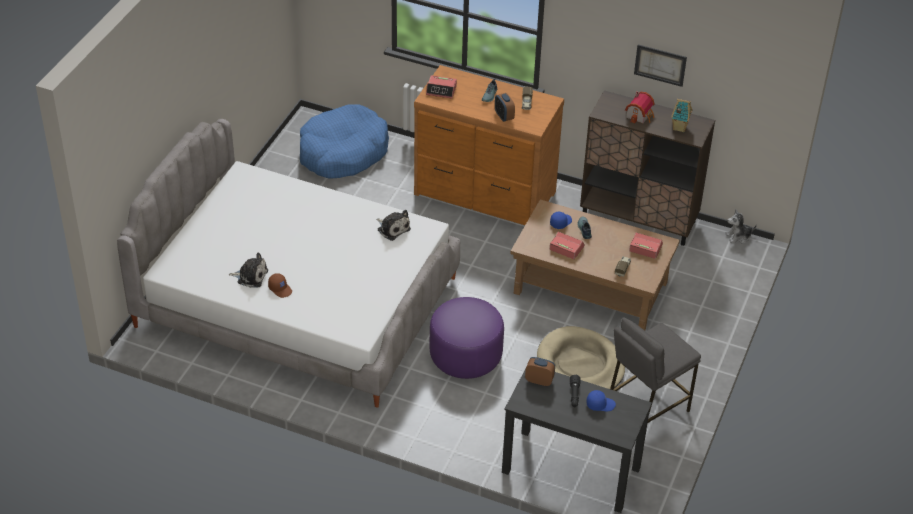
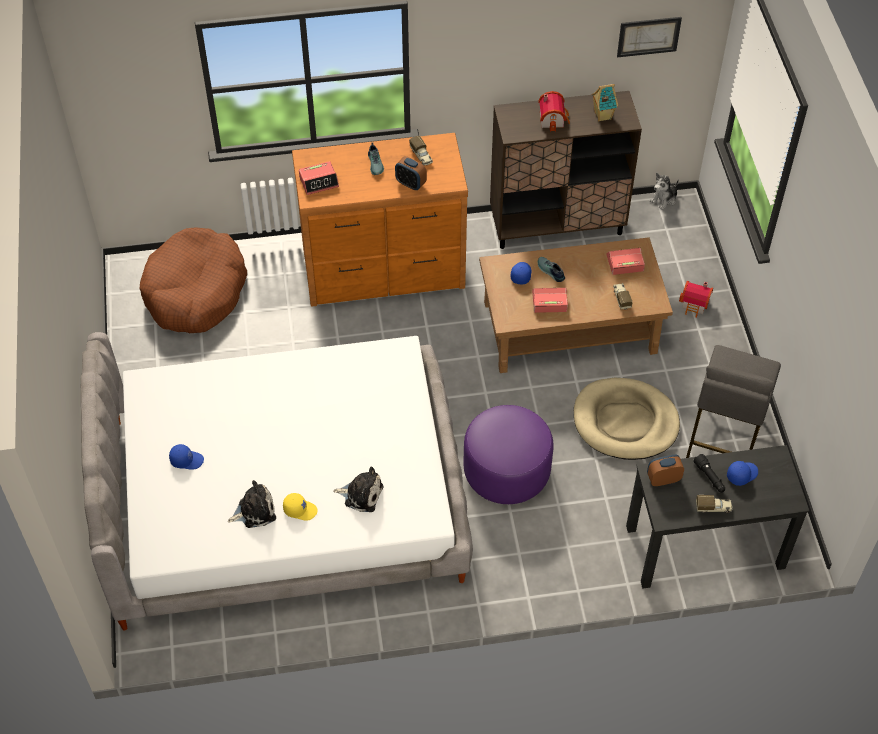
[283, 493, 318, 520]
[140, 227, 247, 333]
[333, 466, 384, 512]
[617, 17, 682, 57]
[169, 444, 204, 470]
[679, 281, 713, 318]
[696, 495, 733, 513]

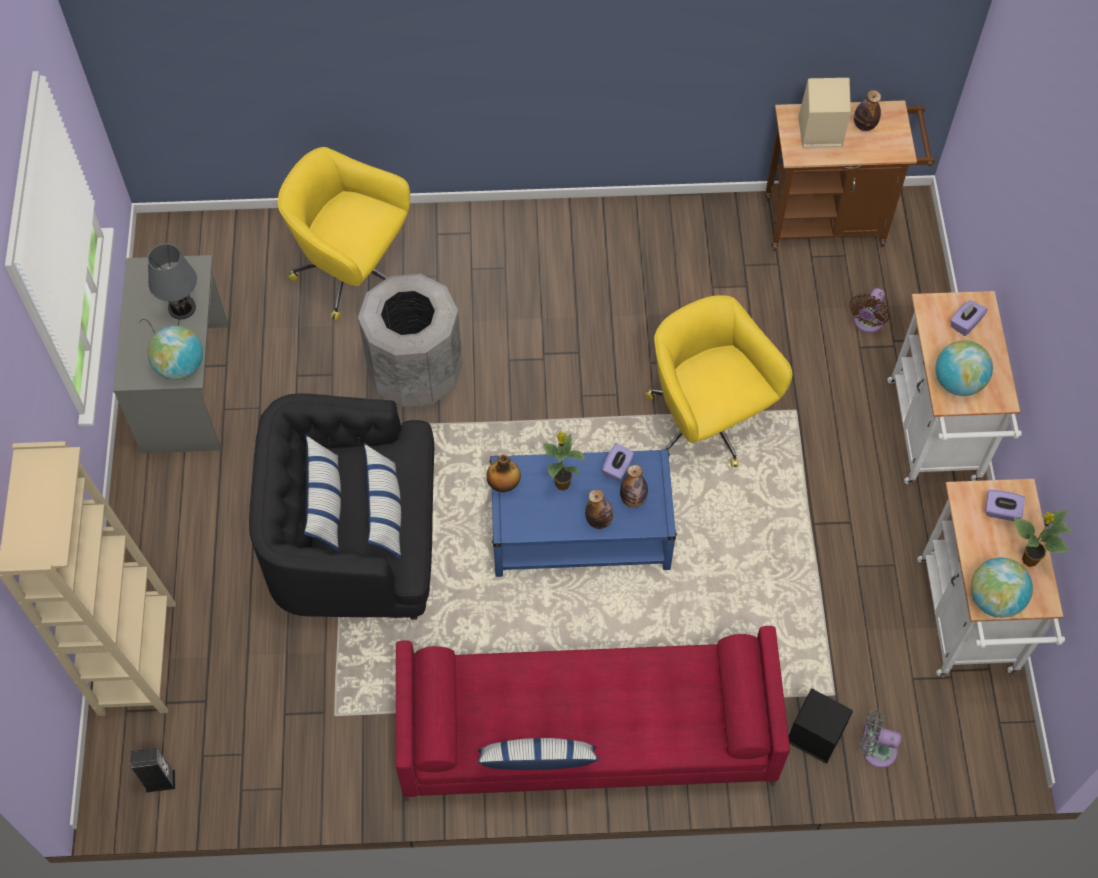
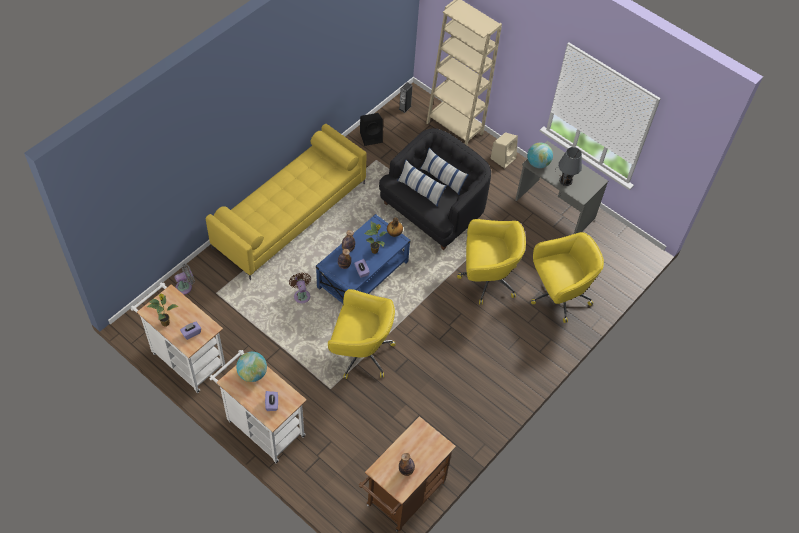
[457, 219, 526, 305]
[206, 124, 367, 280]
[477, 738, 599, 770] (first image)
[360, 113, 383, 146]
[490, 132, 518, 168]
[289, 273, 311, 303]
[971, 558, 1033, 618] (first image)

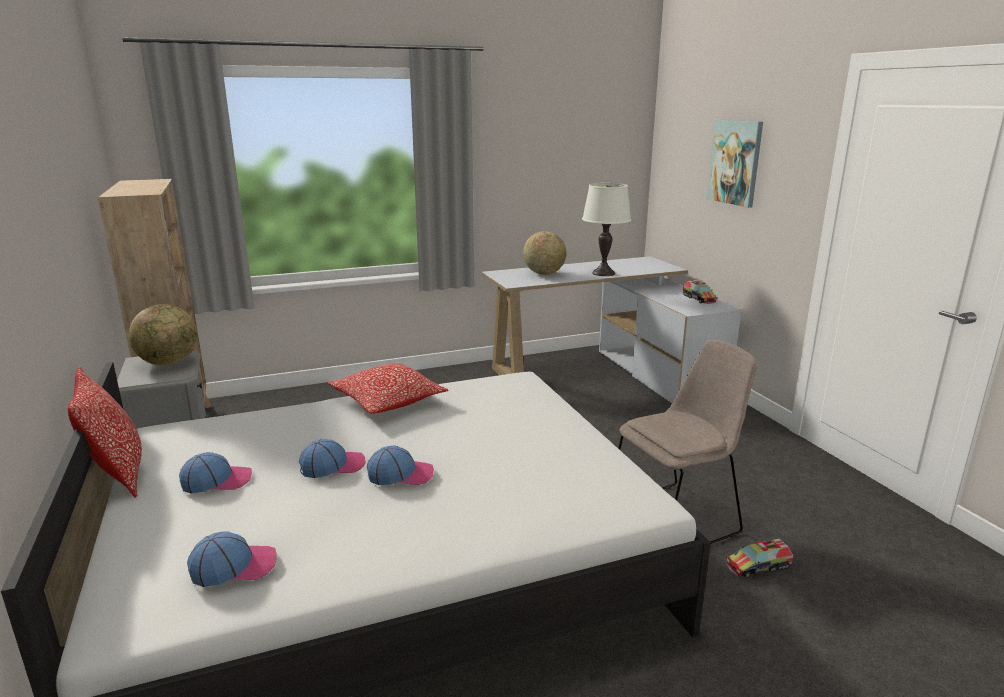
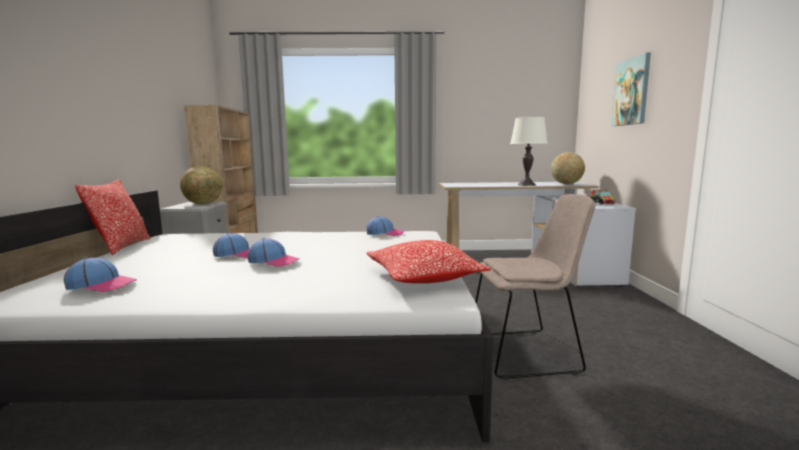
[366, 216, 404, 236]
[366, 240, 491, 283]
[551, 152, 585, 184]
[726, 538, 793, 578] (first image)

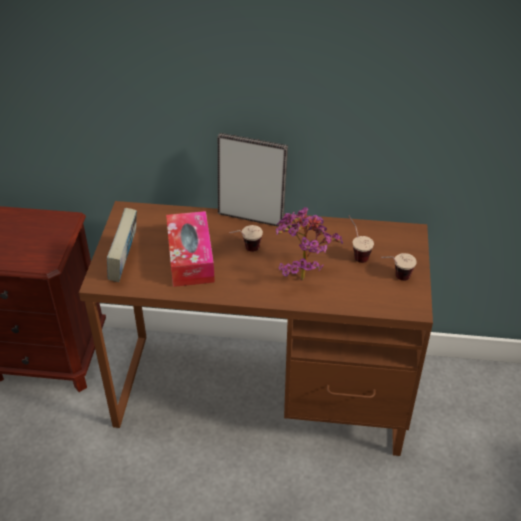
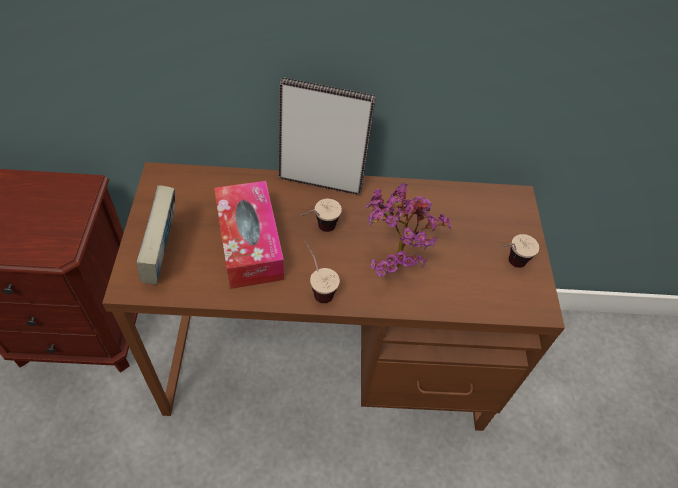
[304, 241, 340, 303]

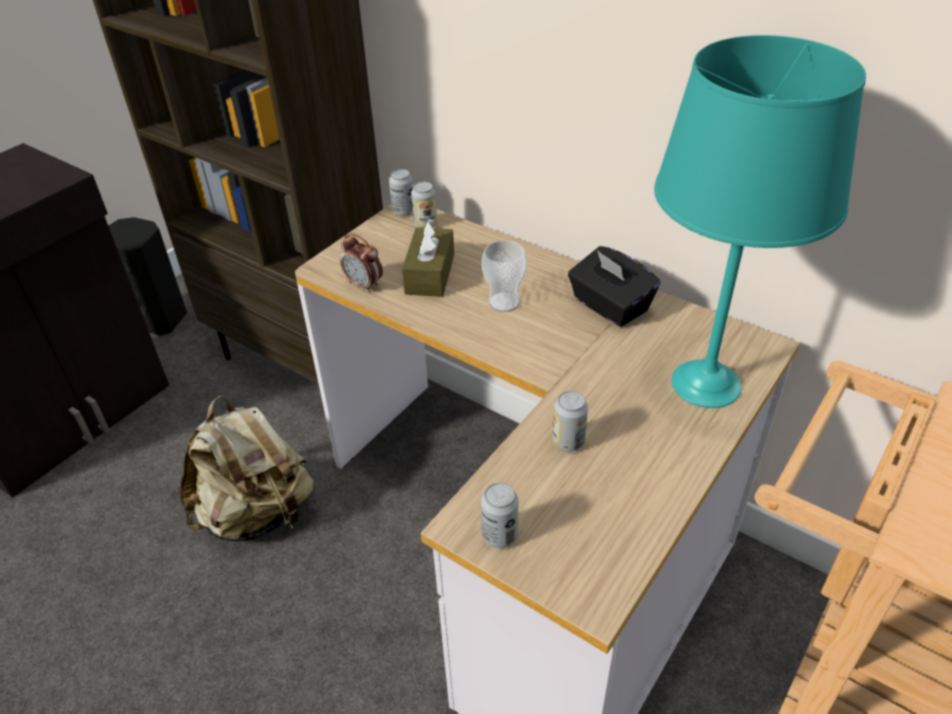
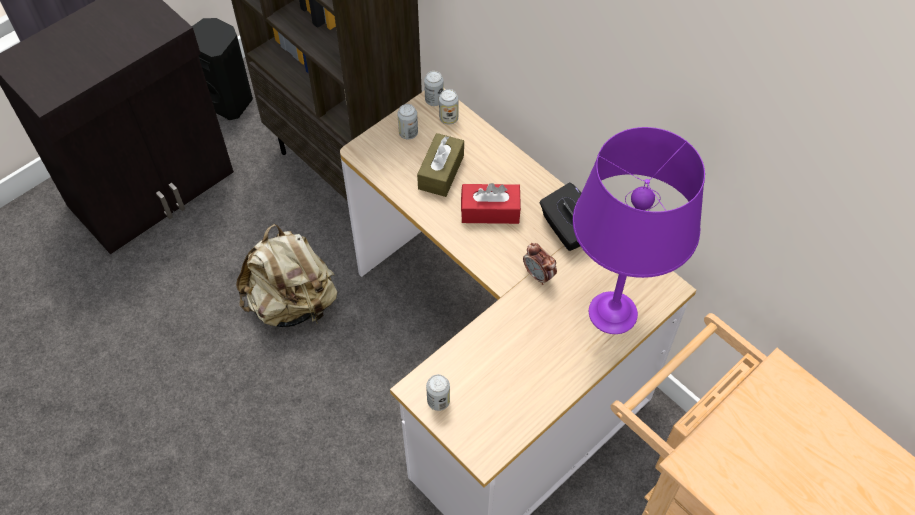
[523, 243, 557, 285]
[461, 183, 521, 224]
[397, 104, 418, 139]
[573, 127, 705, 334]

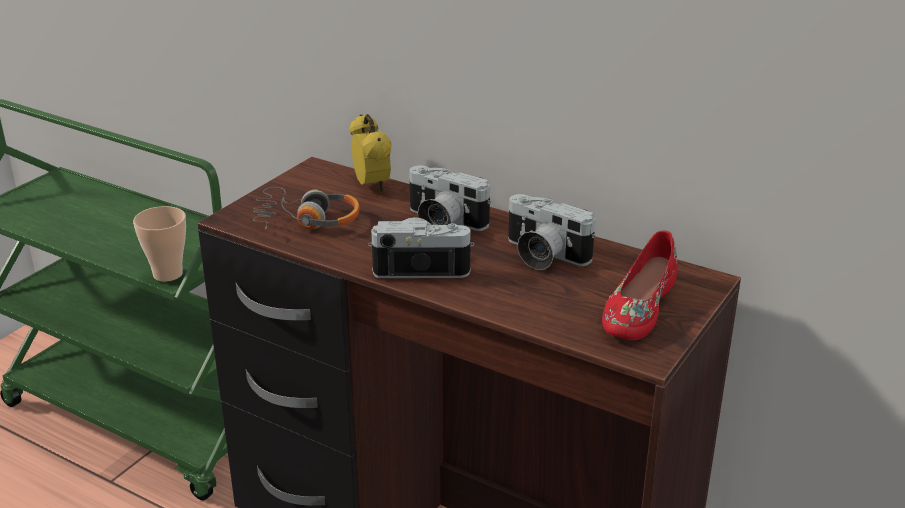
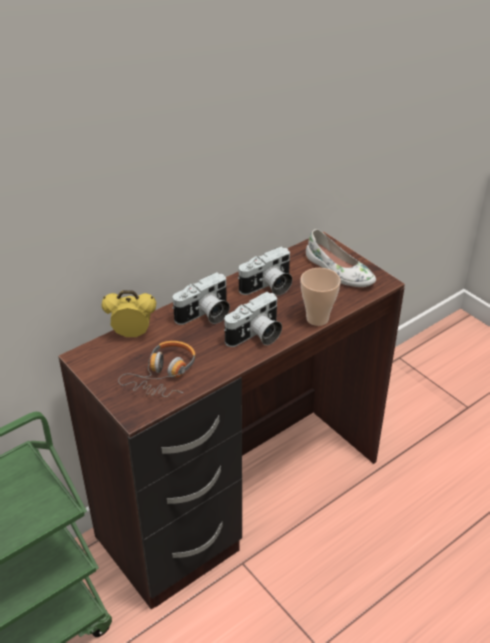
[301, 268, 341, 326]
[224, 292, 282, 347]
[306, 229, 376, 287]

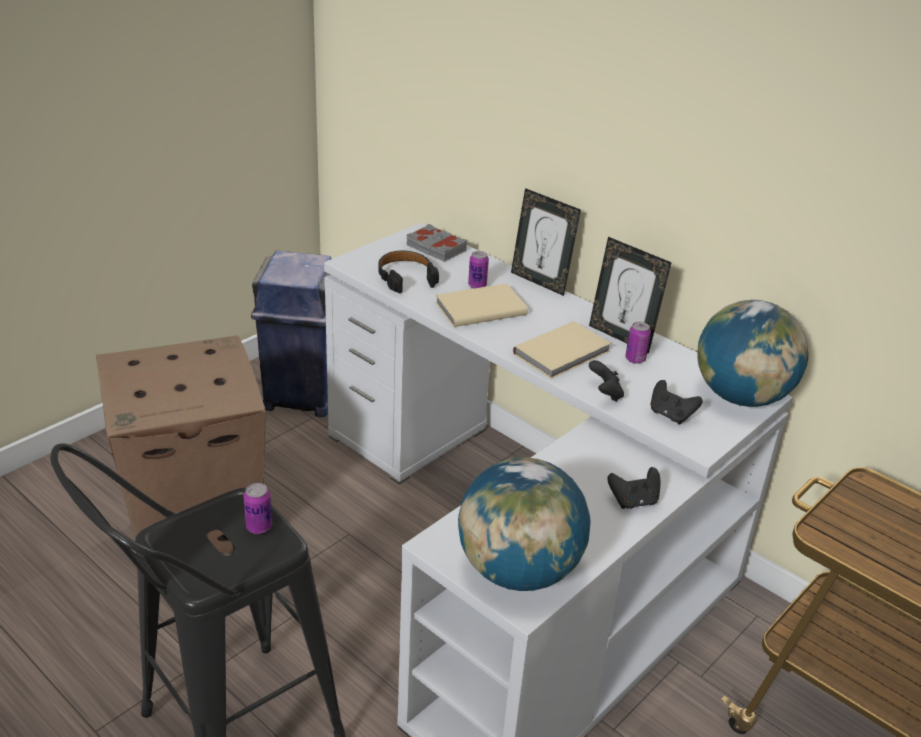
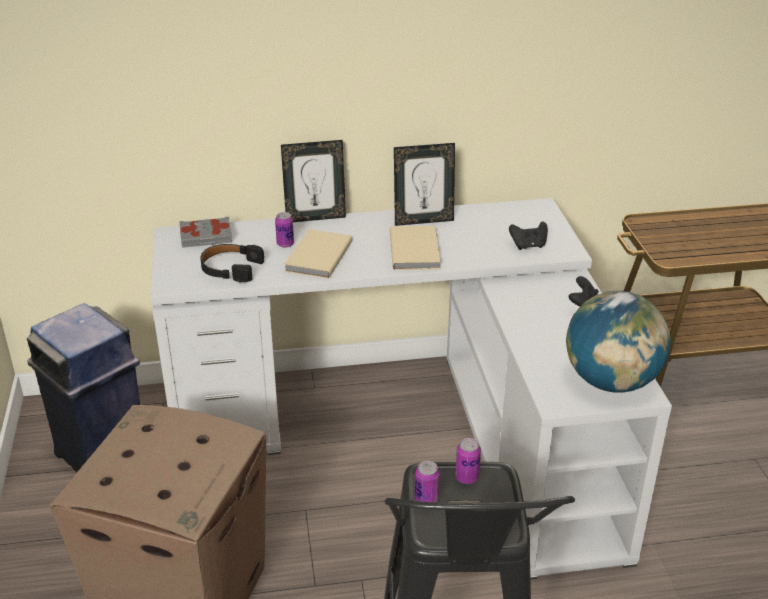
[589, 360, 624, 402] (first image)
[415, 461, 440, 502]
[698, 300, 808, 407] (first image)

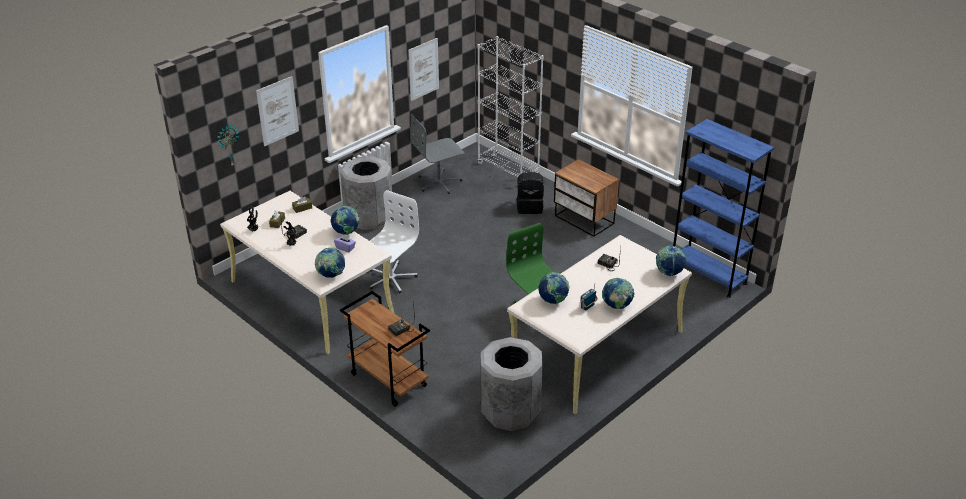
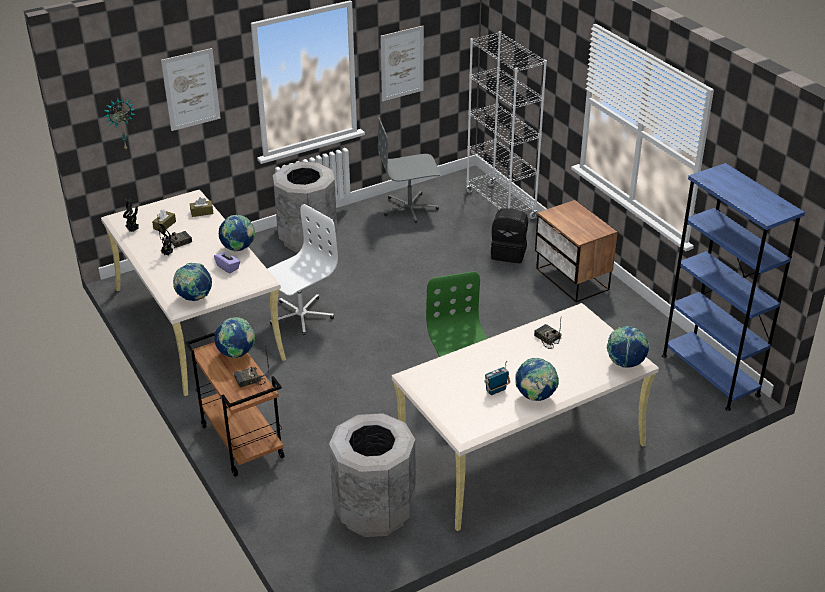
[214, 317, 255, 358]

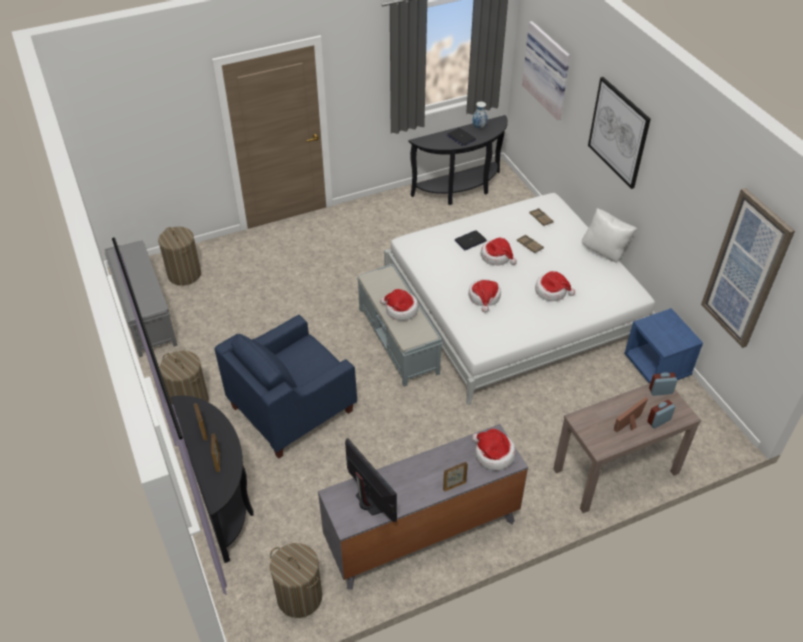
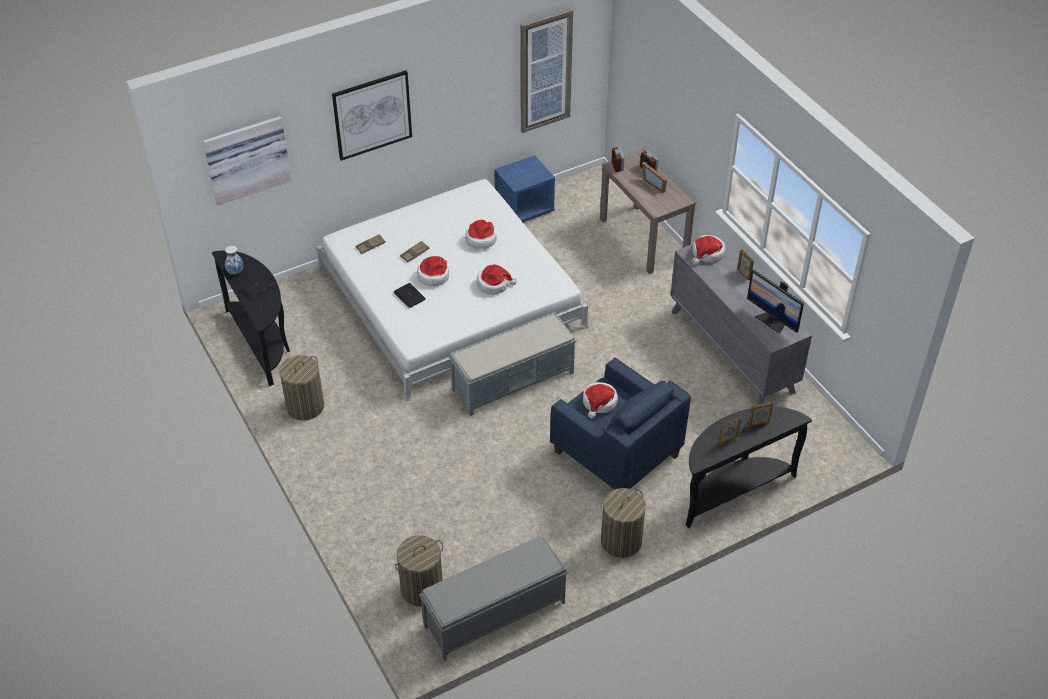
[279, 355, 324, 421]
[747, 270, 804, 334]
[583, 382, 618, 419]
[581, 208, 637, 263] (first image)

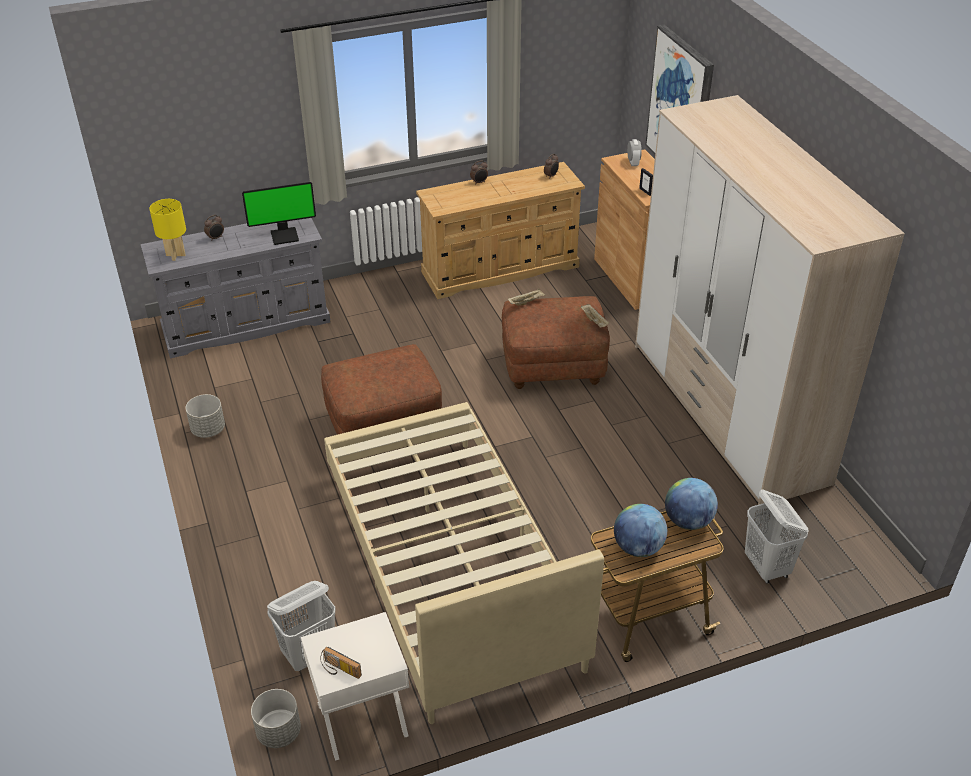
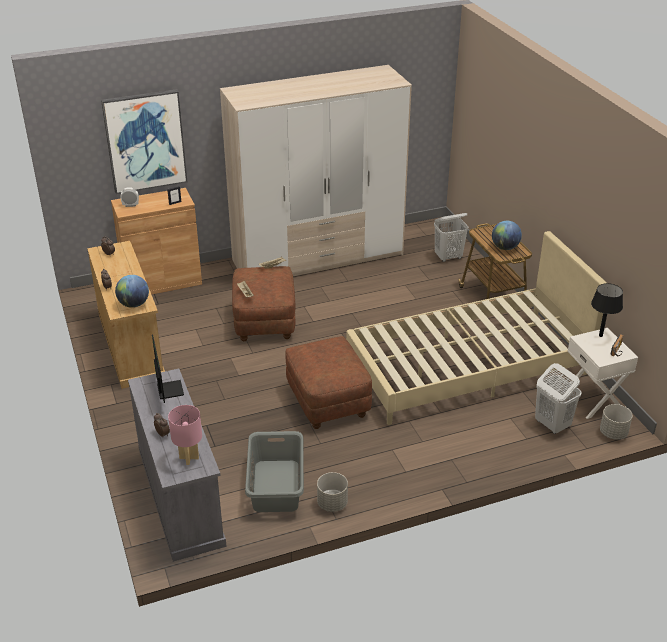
[168, 405, 202, 465]
[115, 275, 149, 308]
[245, 431, 304, 512]
[591, 283, 623, 337]

